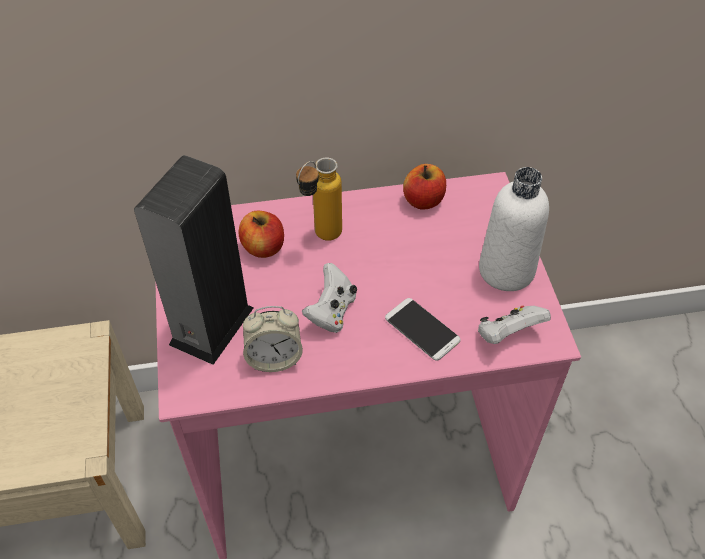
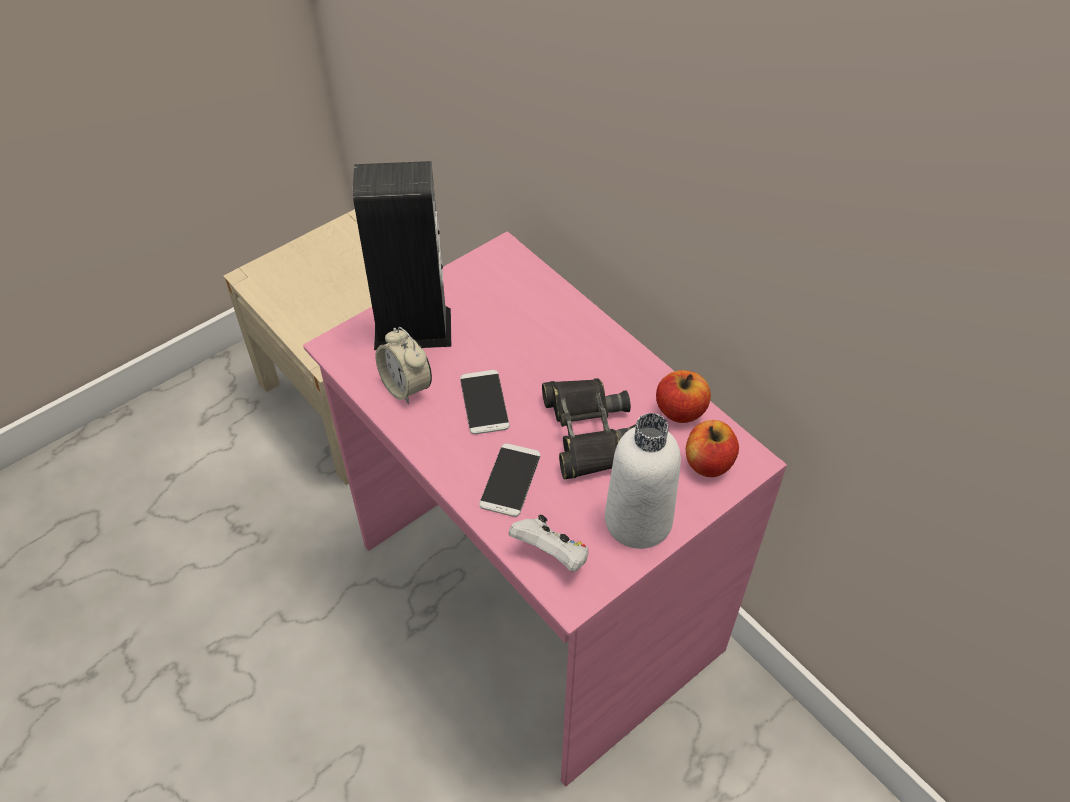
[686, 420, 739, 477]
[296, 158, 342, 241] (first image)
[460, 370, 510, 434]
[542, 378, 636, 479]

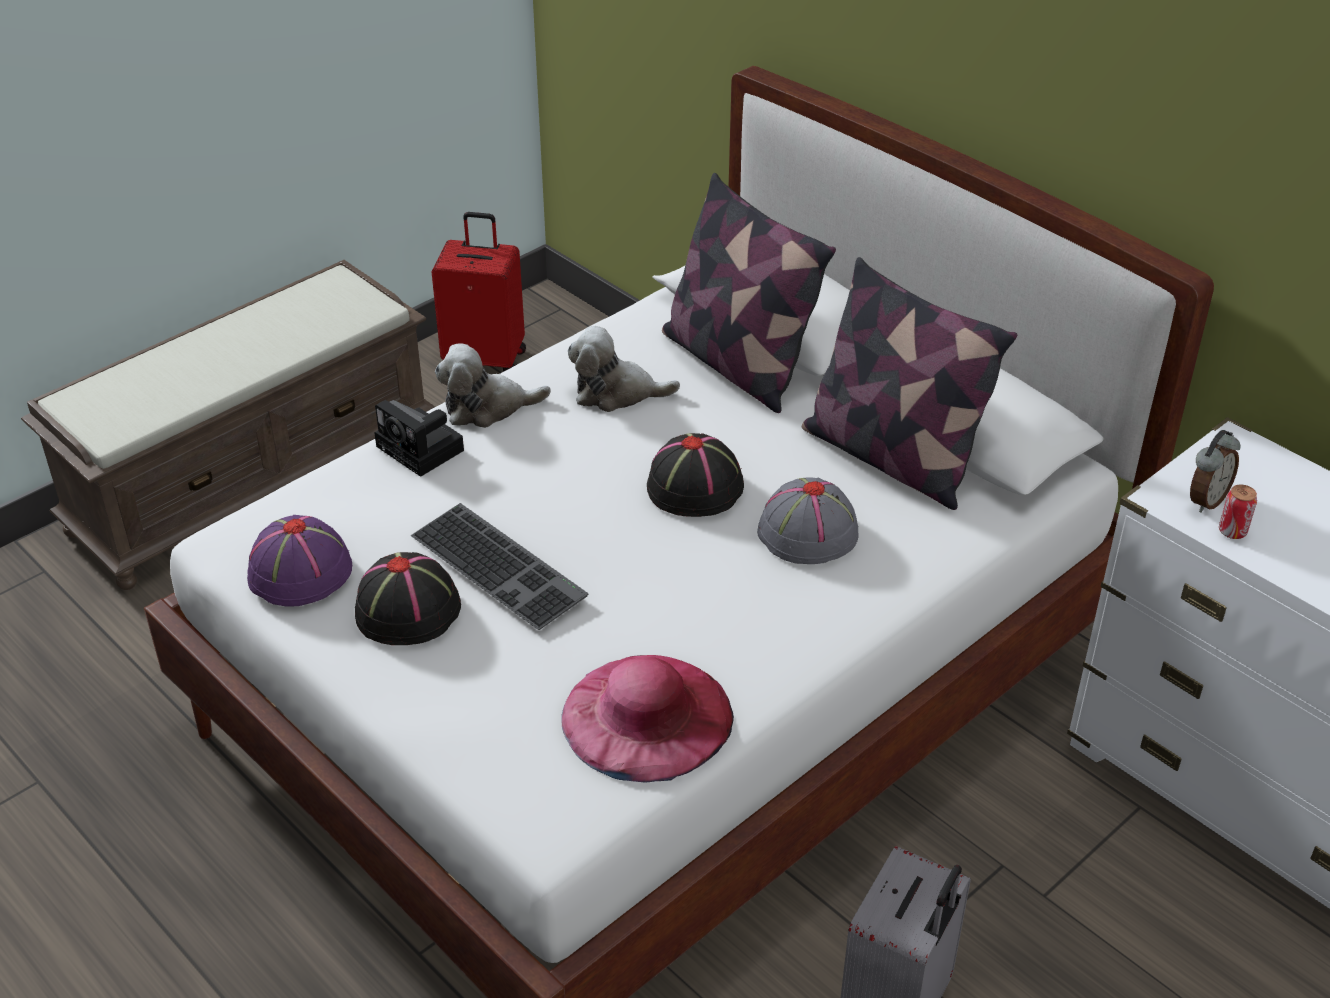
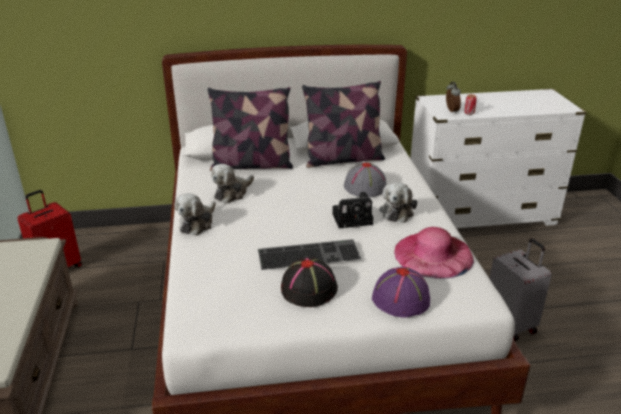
[372, 267, 430, 318]
[332, 192, 373, 228]
[647, 433, 744, 517] (first image)
[379, 182, 417, 223]

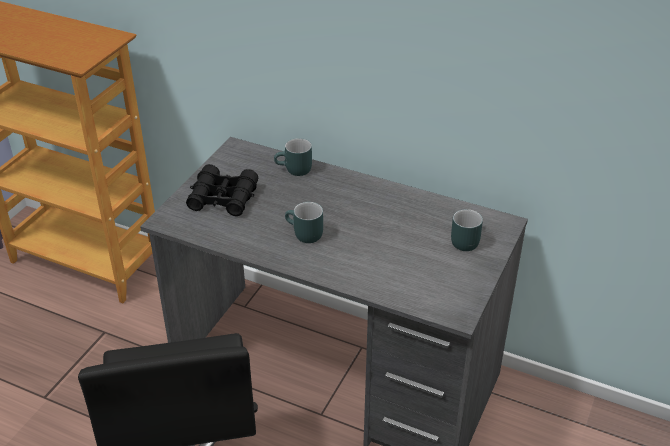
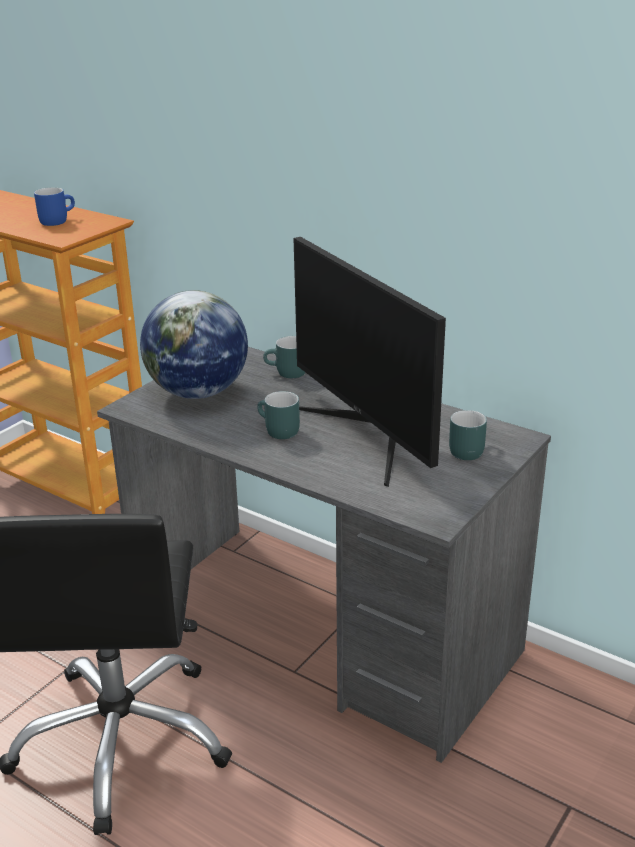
[140, 290, 248, 399]
[34, 187, 75, 226]
[293, 237, 446, 487]

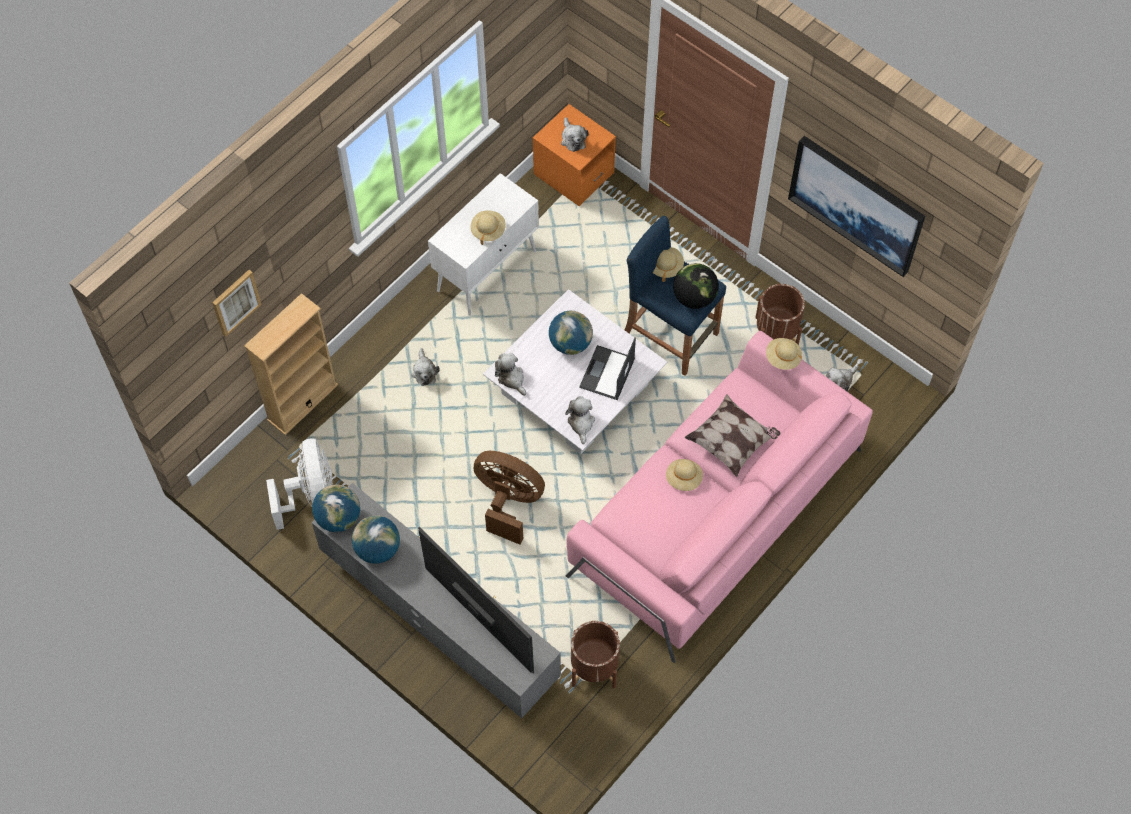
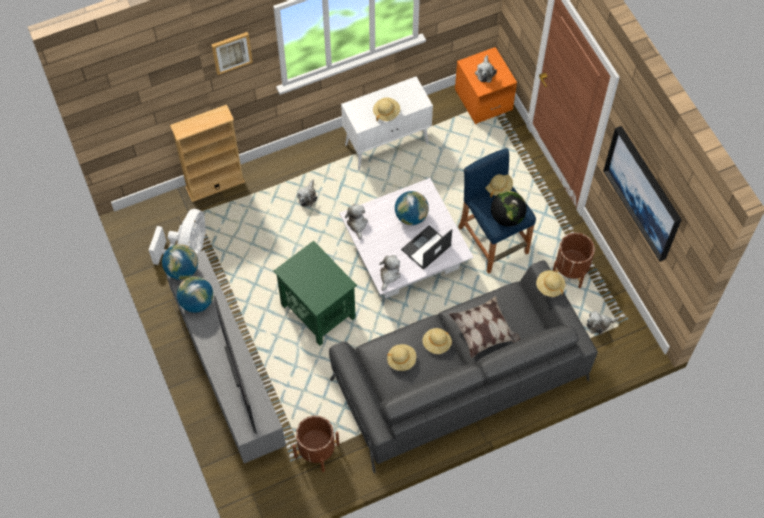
[211, 32, 253, 75]
[273, 241, 357, 346]
[329, 260, 598, 473]
[387, 344, 416, 371]

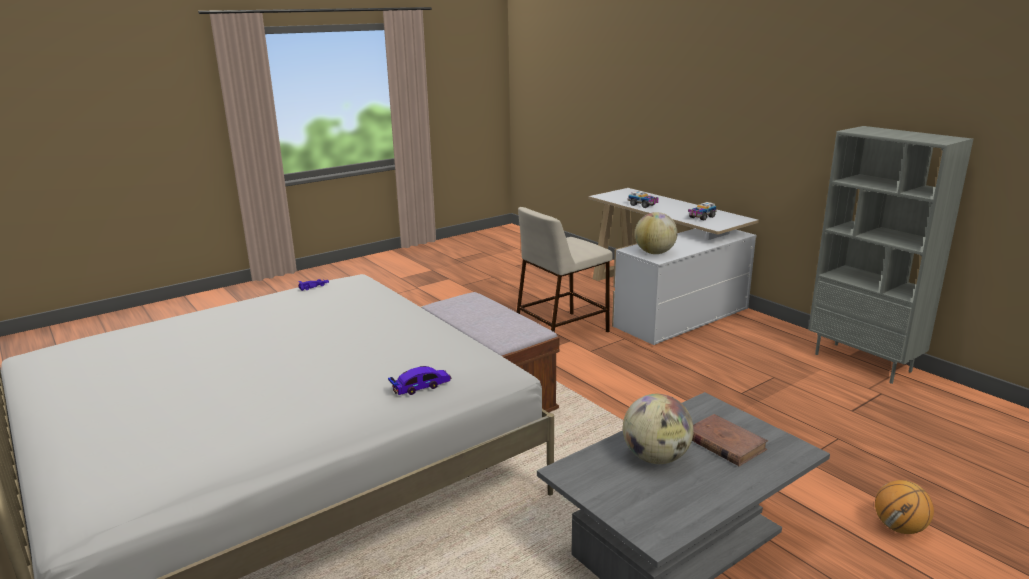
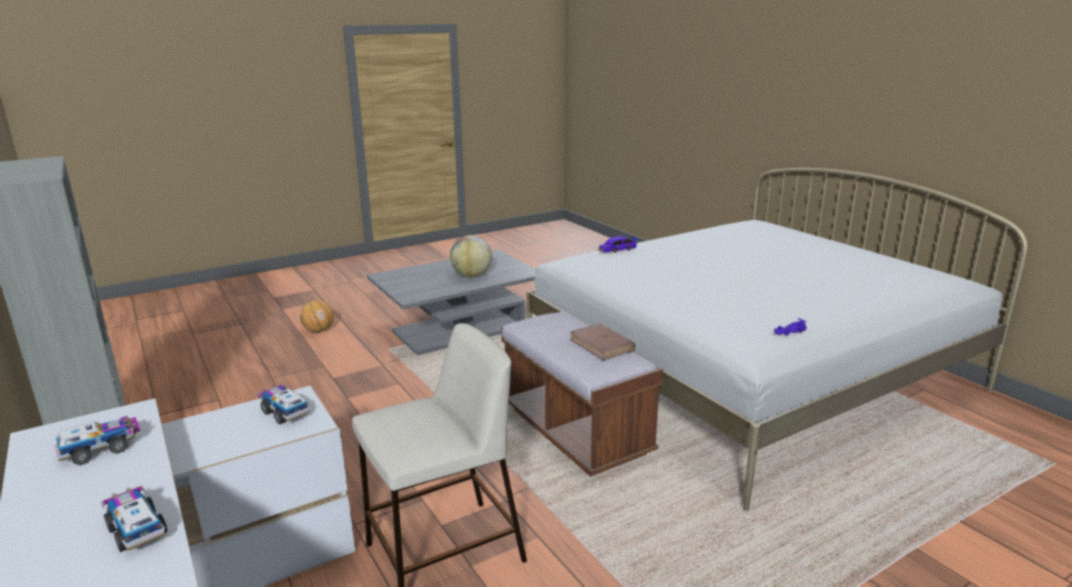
[257, 384, 310, 425]
[570, 323, 636, 360]

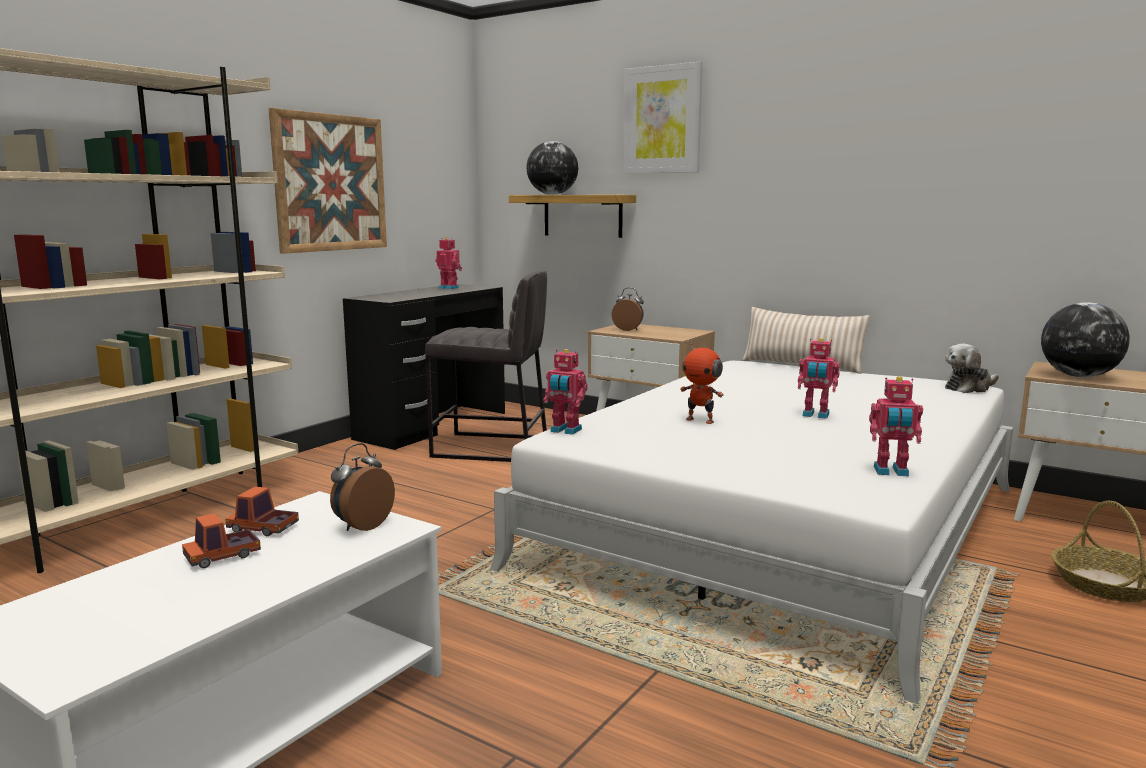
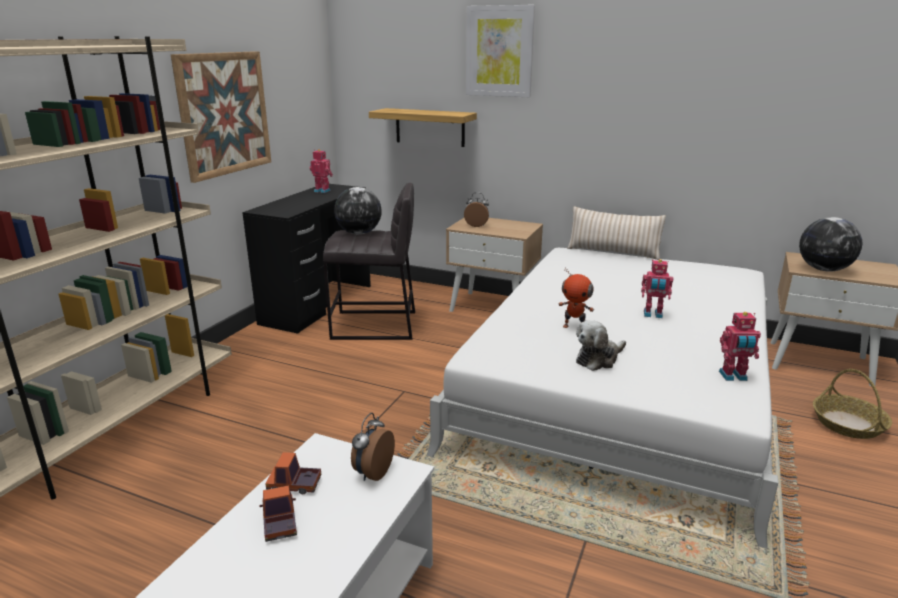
[259, 486, 297, 542]
[334, 187, 382, 234]
[543, 349, 588, 435] (first image)
[576, 320, 626, 371]

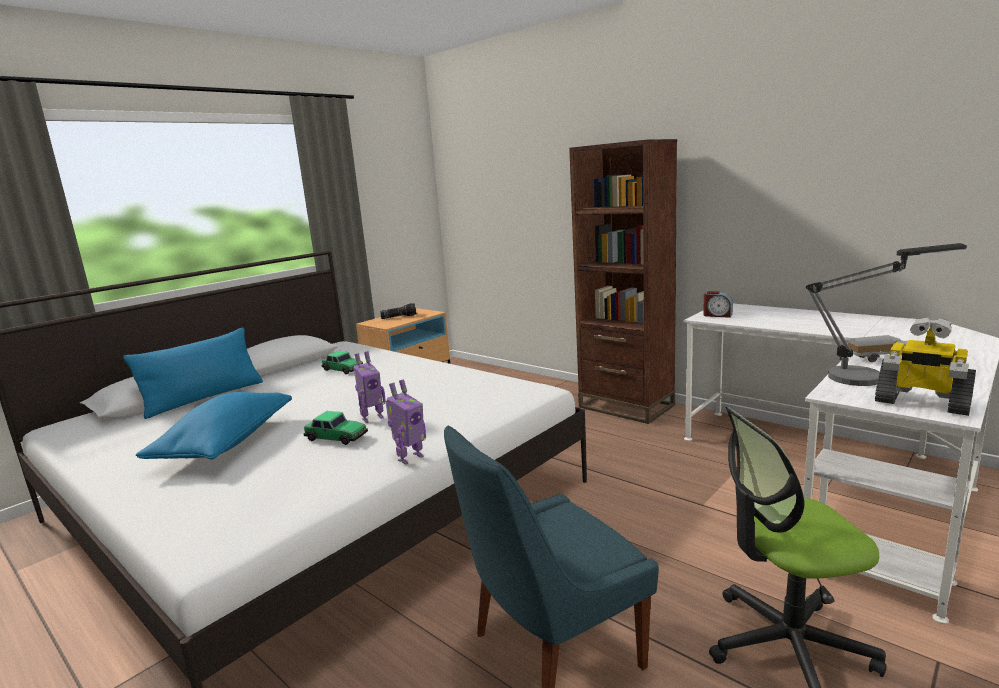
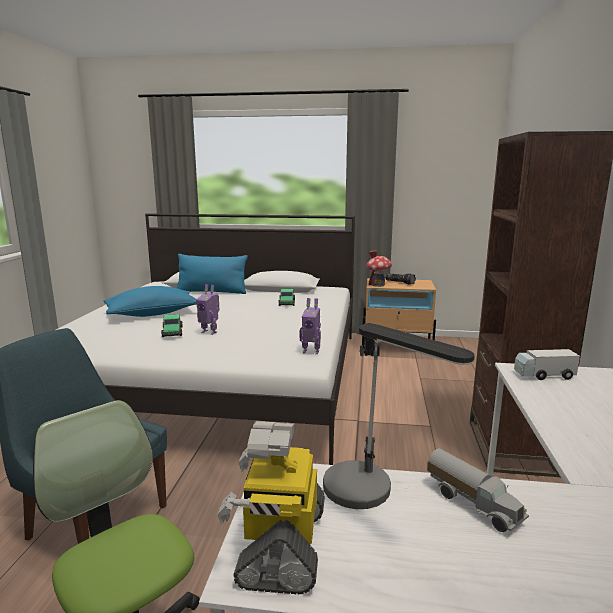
[300, 298, 321, 354]
[514, 349, 580, 380]
[367, 250, 392, 287]

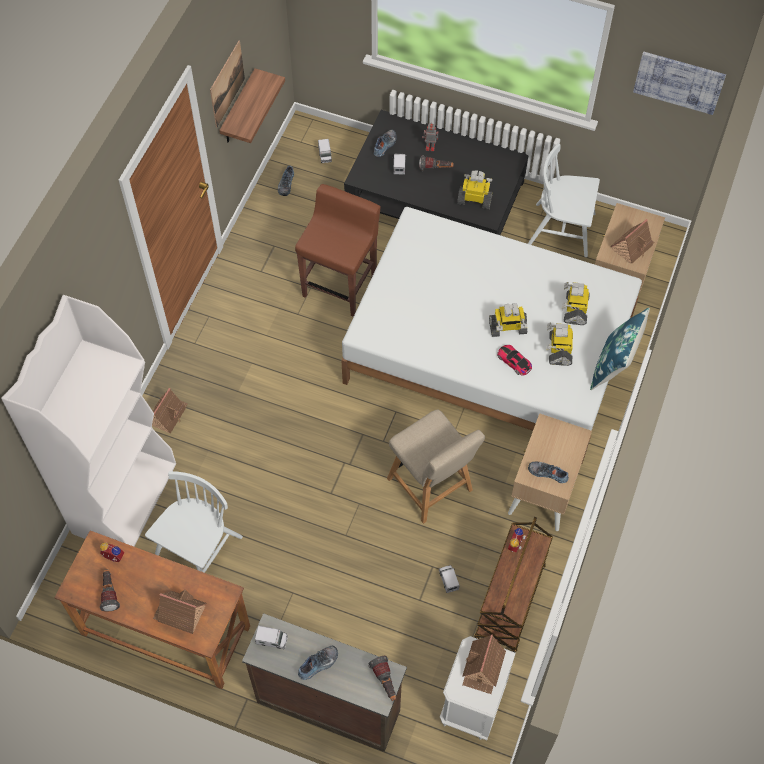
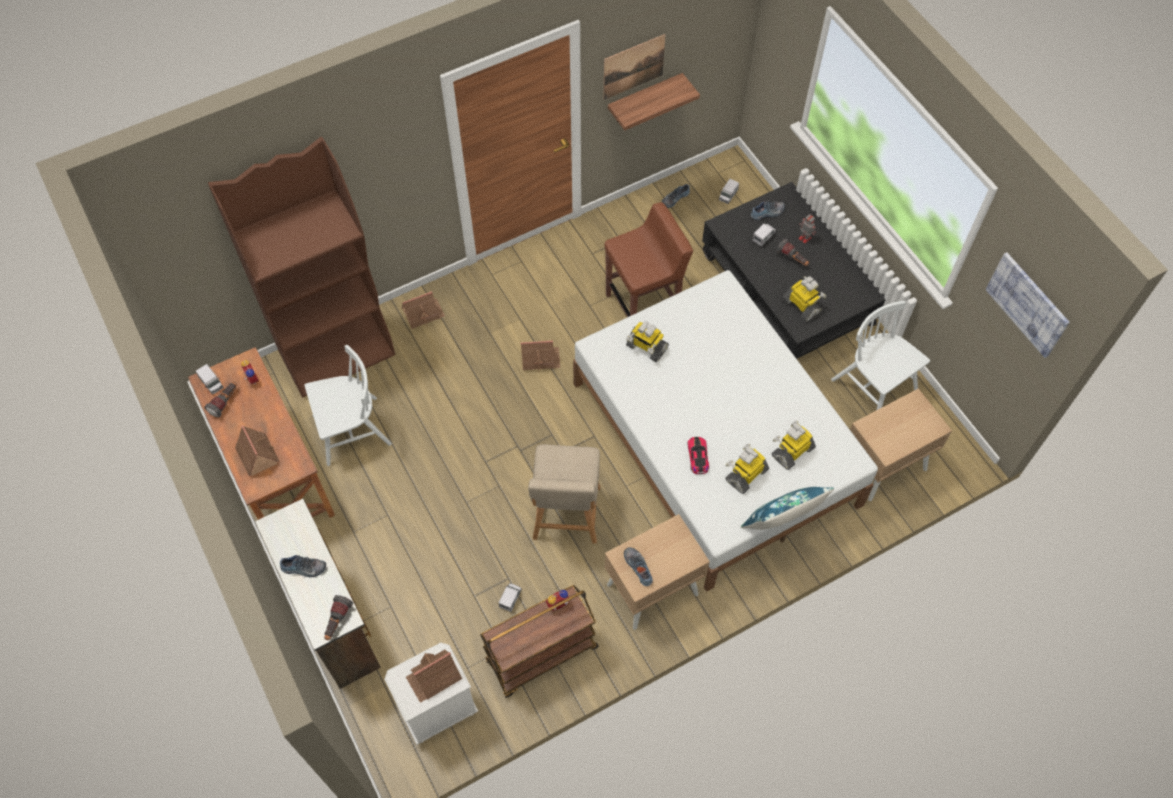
[208, 137, 395, 397]
[196, 364, 223, 395]
[626, 321, 669, 362]
[520, 340, 560, 371]

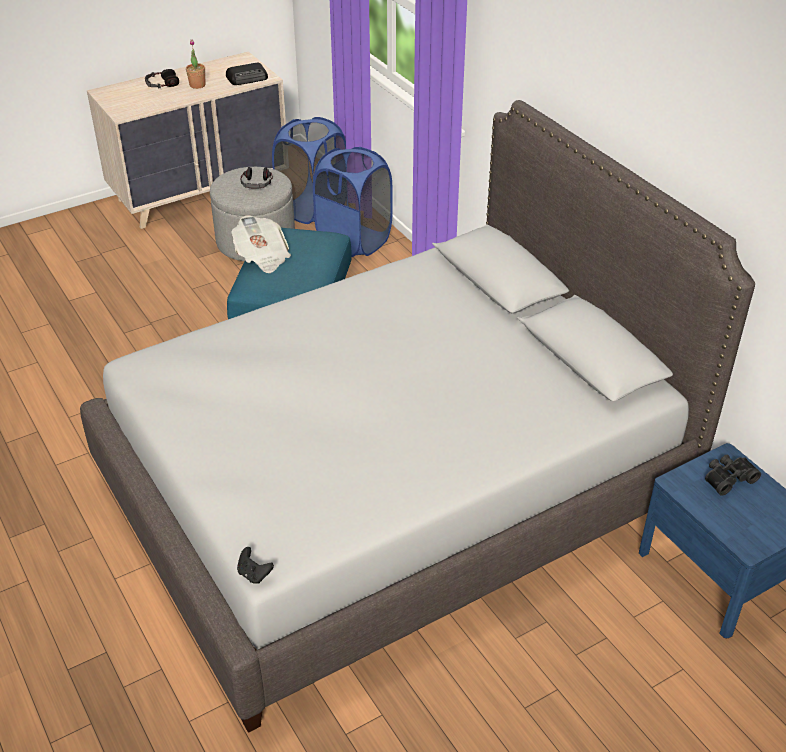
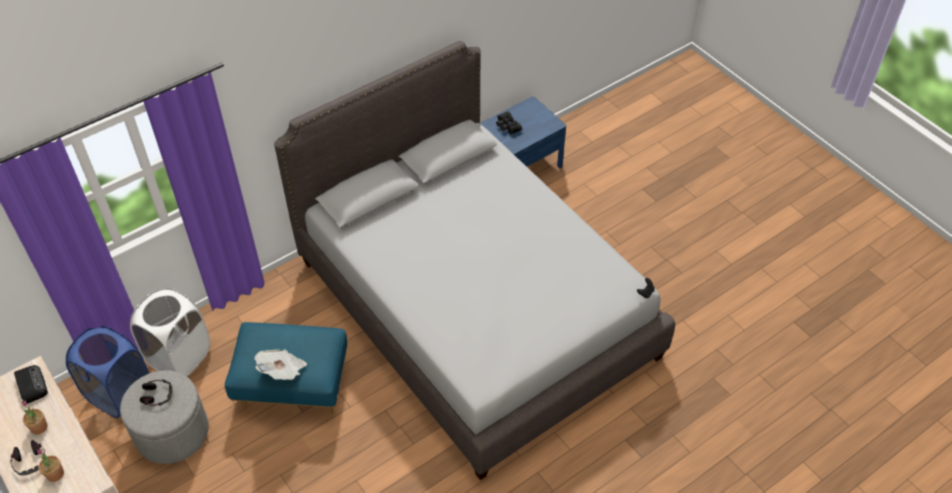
[130, 288, 210, 376]
[37, 448, 64, 482]

